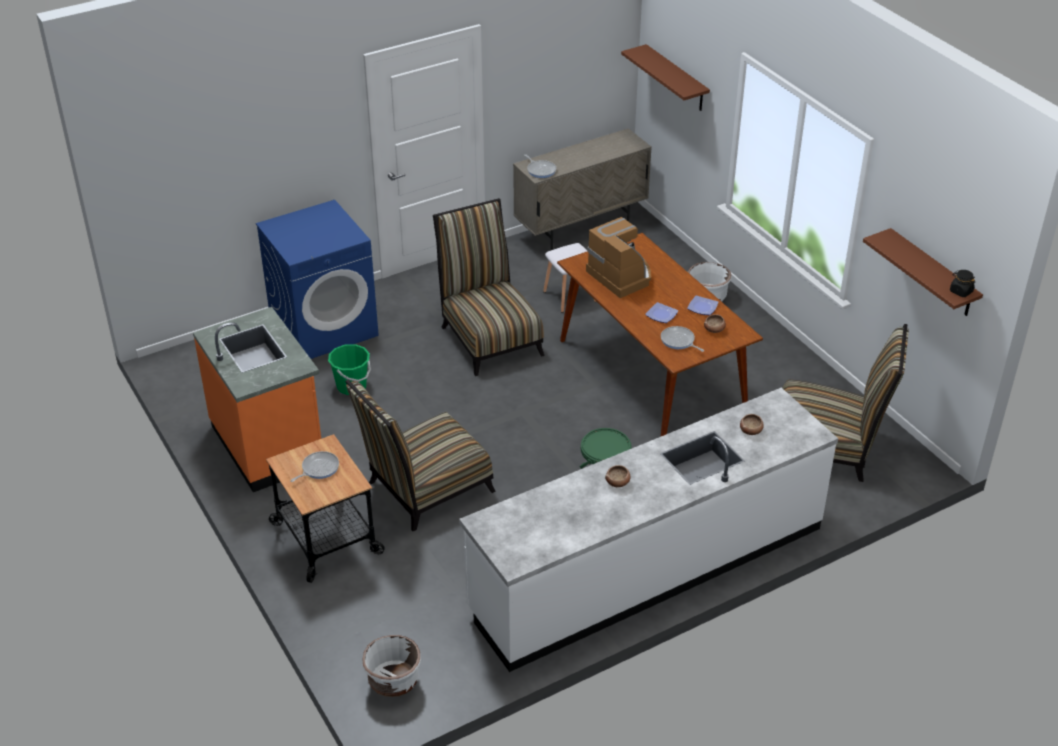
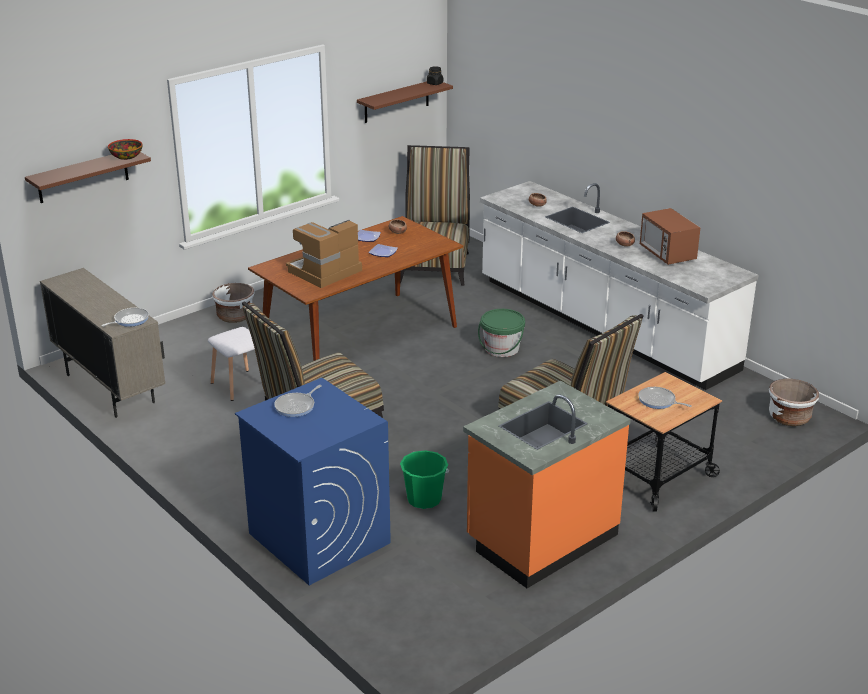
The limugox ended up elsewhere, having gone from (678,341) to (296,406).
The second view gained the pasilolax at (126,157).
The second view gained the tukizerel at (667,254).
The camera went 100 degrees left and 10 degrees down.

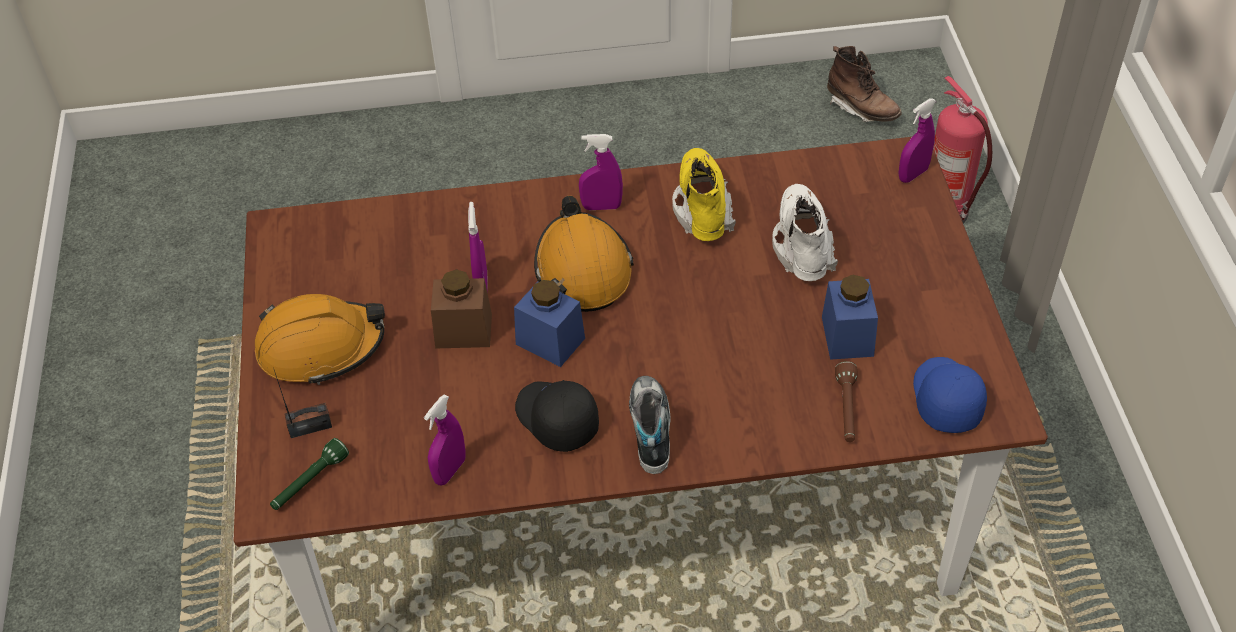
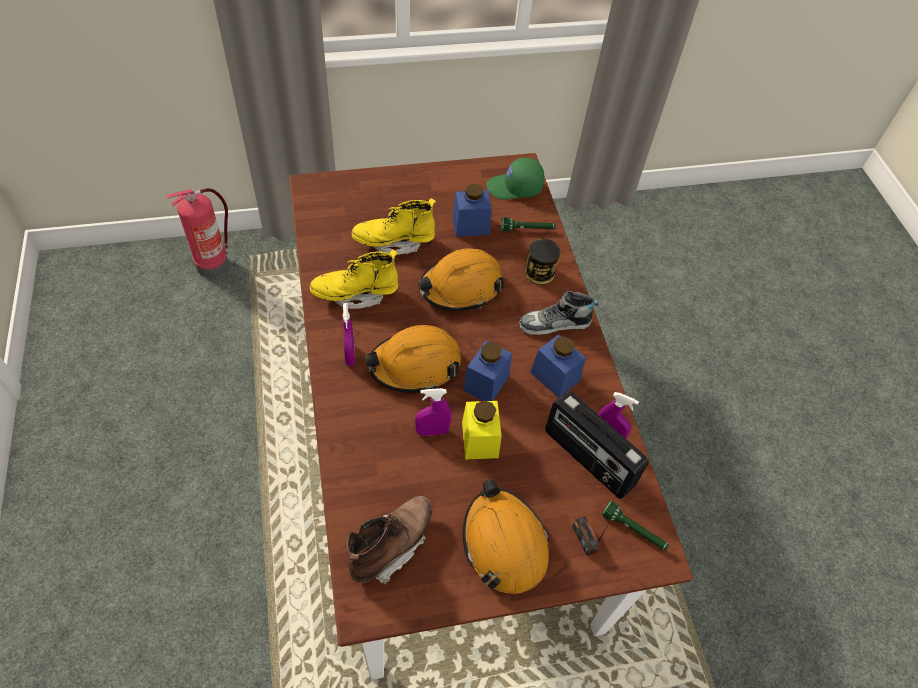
What was the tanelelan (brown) at (463,331) turned into the tanelelan (yellow) at (480,440).
Where the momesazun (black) stood at (555,420), the tanelelan (blue) came to stand at (555,376).
What was the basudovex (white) at (802,247) turned into the basudovex (yellow) at (394,242).
The basudovex (brown) ended up elsewhere, having gone from (861,109) to (391,545).
What was the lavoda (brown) at (846,409) turned into the lavoda (green) at (527,229).
The second view lost the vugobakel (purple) at (913,174).
What was the momesazun (blue) at (945,399) turned into the momesazun (green) at (514,188).
The second view gained the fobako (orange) at (461,287).
The second view gained the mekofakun at (539,272).
The second view gained the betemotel at (587,459).
The camera went 100 degrees left and 5 degrees up.

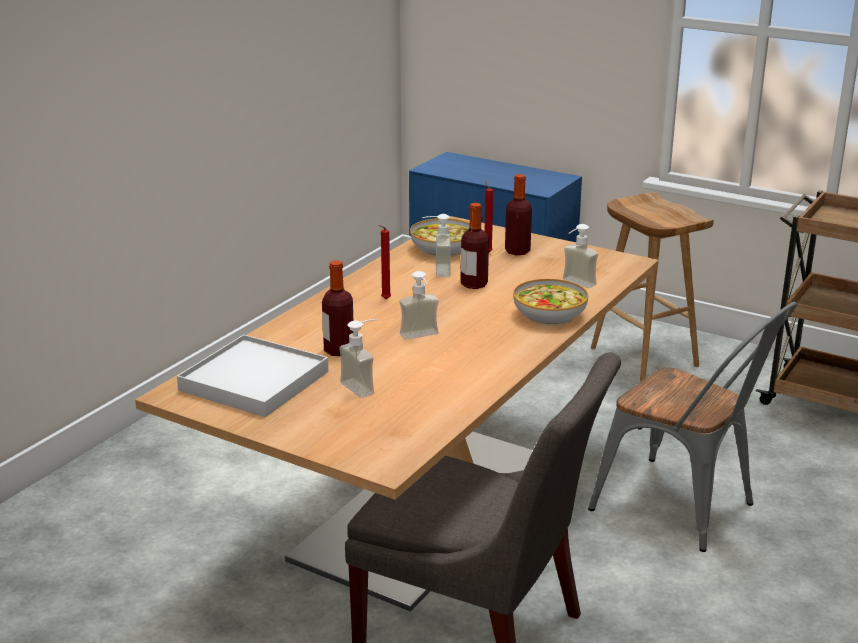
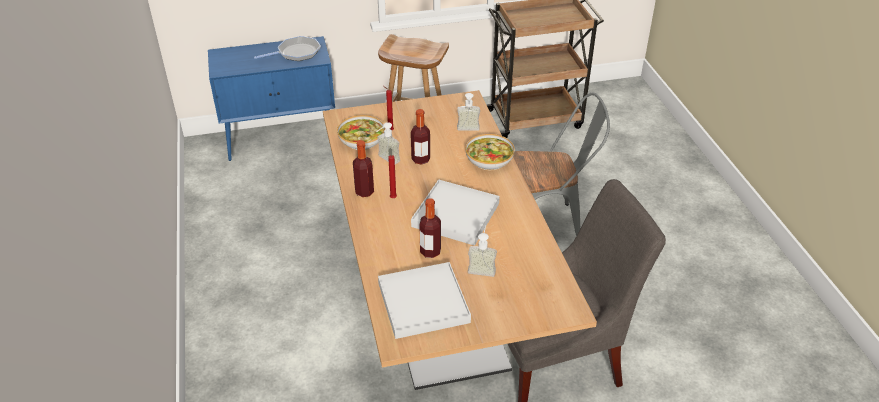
Where the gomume stood at (422,337), the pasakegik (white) came to stand at (455,215).
The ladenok ended up elsewhere, having gone from (517,251) to (364,192).
The second view gained the limugox at (296,53).
The camera went 45 degrees left and 15 degrees up.

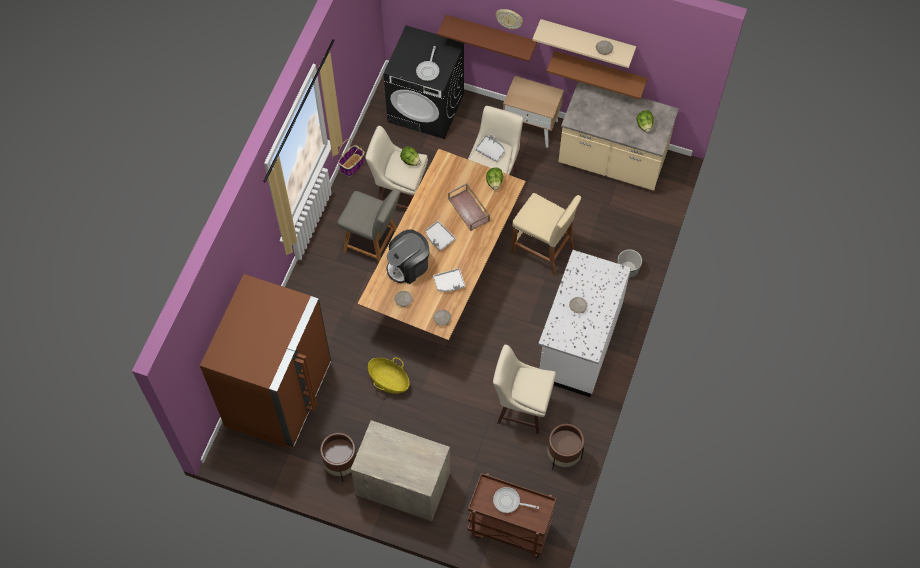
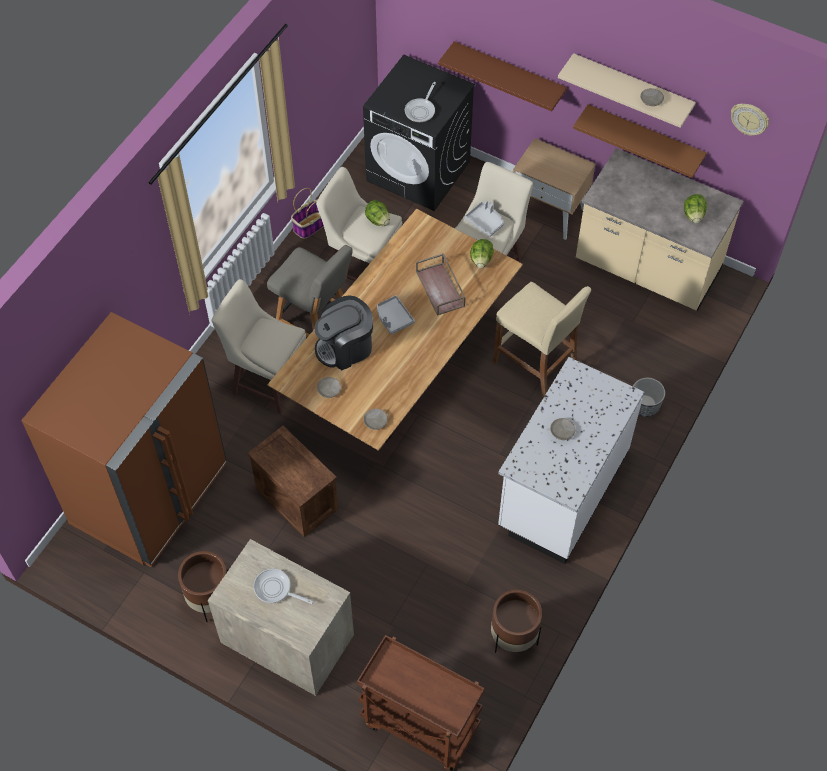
Where the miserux stood at (389,380), the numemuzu came to stand at (298,499).
The second view lost the pasakegik (white) at (449,283).
The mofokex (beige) ended up elsewhere, having gone from (521,408) to (267,381).
The limugox ended up elsewhere, having gone from (509,502) to (275,589).
The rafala ended up elsewhere, having gone from (509,18) to (749,119).
The camera went 10 degrees right and 5 degrees down.

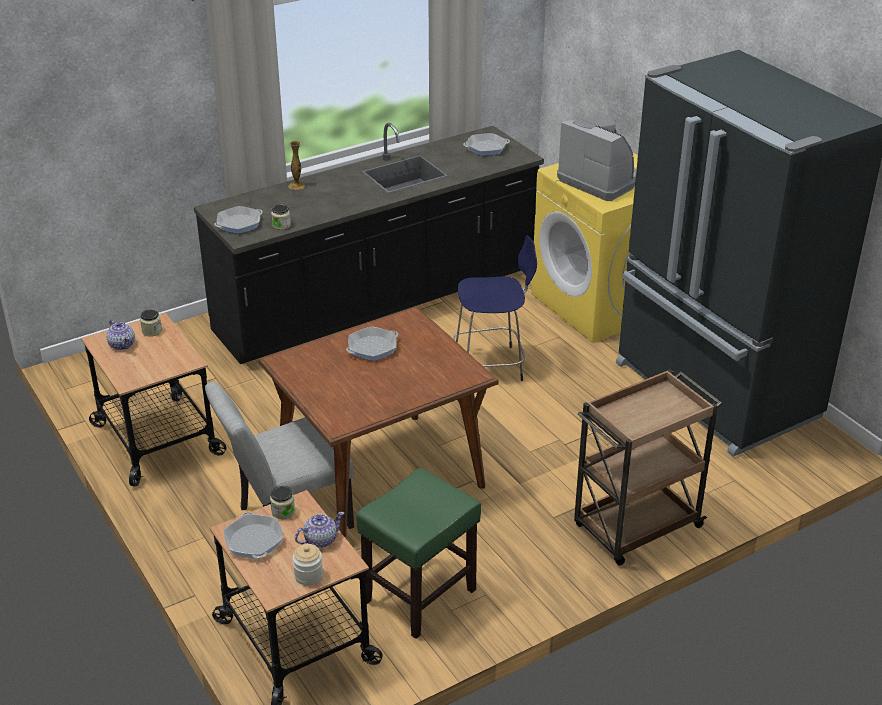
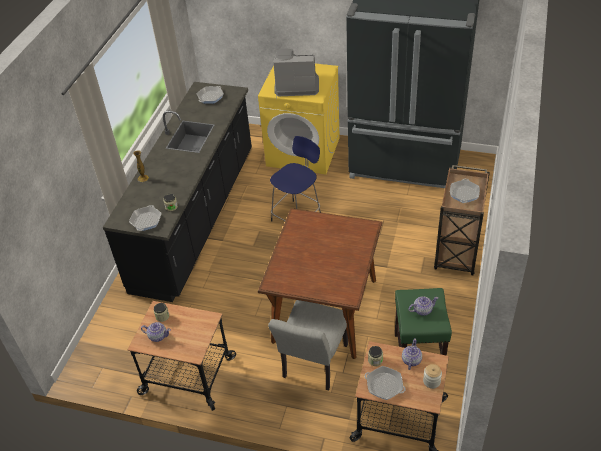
The limugox ended up elsewhere, having gone from (372,348) to (464,193).
The second view gained the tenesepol at (422,310).
The camera went 40 degrees left and 10 degrees up.

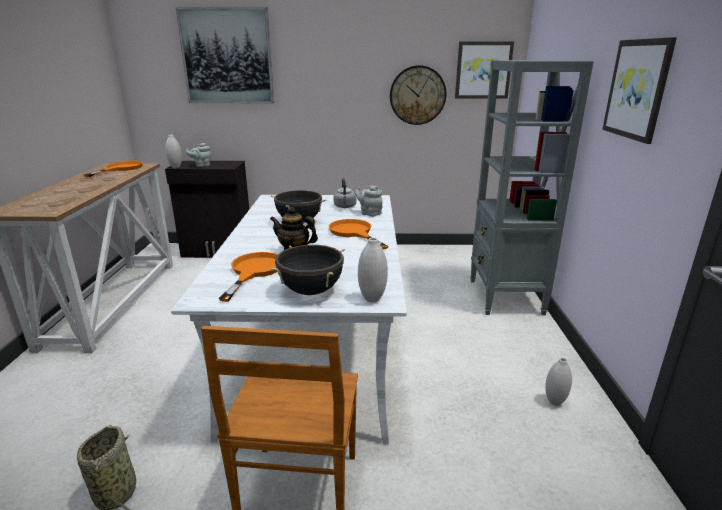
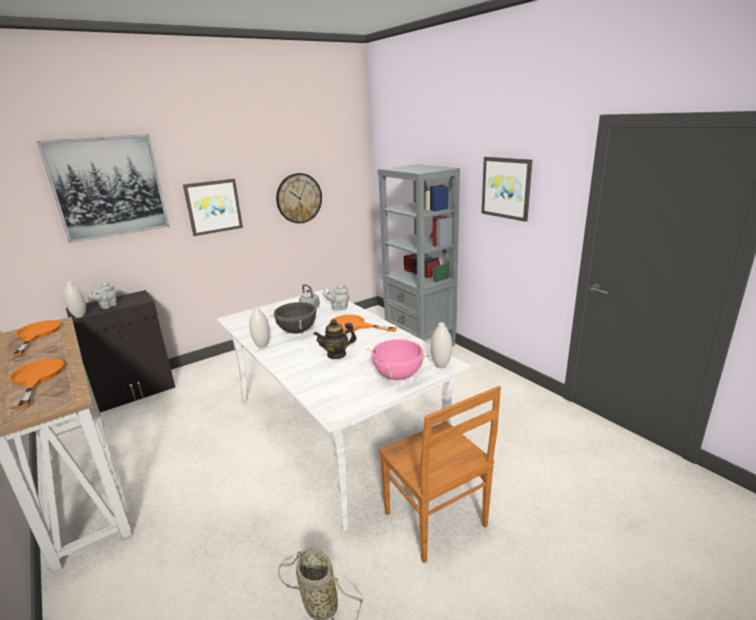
The limugox (orange) ended up elsewhere, having gone from (253,271) to (36,378).
What was the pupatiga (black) at (311,291) turned into the pupatiga (pink) at (398,376).
The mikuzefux ended up elsewhere, having gone from (483,70) to (213,206).
The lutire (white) ended up elsewhere, having gone from (554,402) to (262,346).
The camera went 35 degrees left and 0 degrees up.

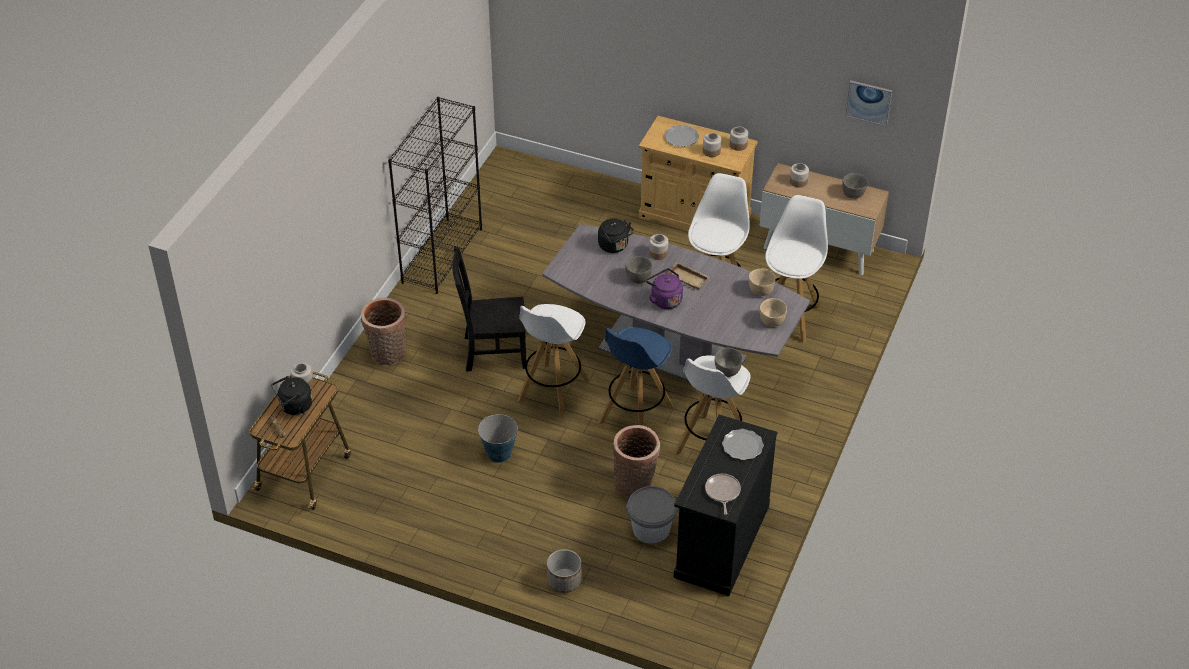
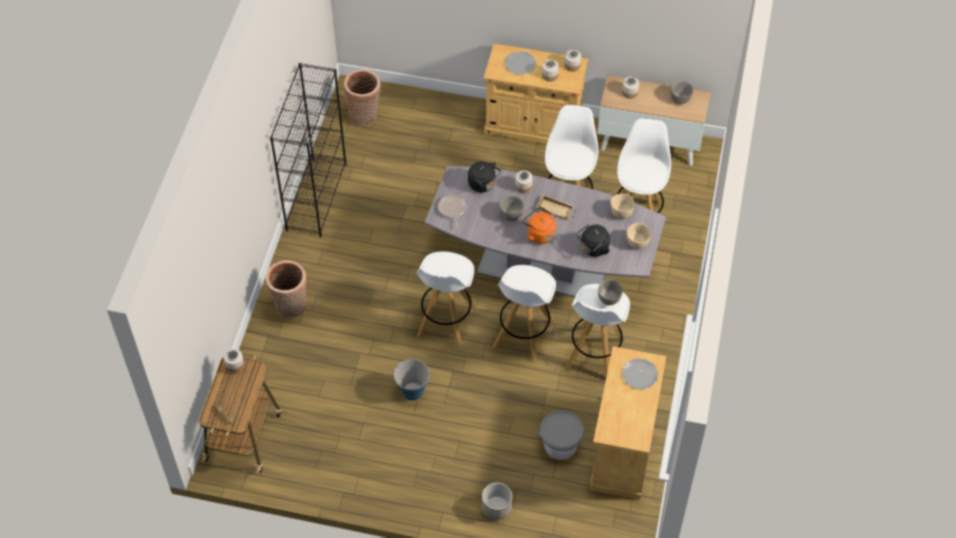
The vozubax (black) ended up elsewhere, having gone from (294,407) to (593,249).
The second view lost the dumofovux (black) at (492,352).
What was the mofokex (blue) at (635,415) turned into the mofokex (white) at (523,335).
The miserux ended up elsewhere, having gone from (635,485) to (365,116).
What was the vozubax (purple) at (664,300) turned into the vozubax (orange) at (539,234).
What was the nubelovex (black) at (721,541) turned into the nubelovex (beige) at (623,448).
The limugox ended up elsewhere, having gone from (722,492) to (452,209).
The second view lost the mikuzefux at (869,102).
The camera went 10 degrees left and 10 degrees up.

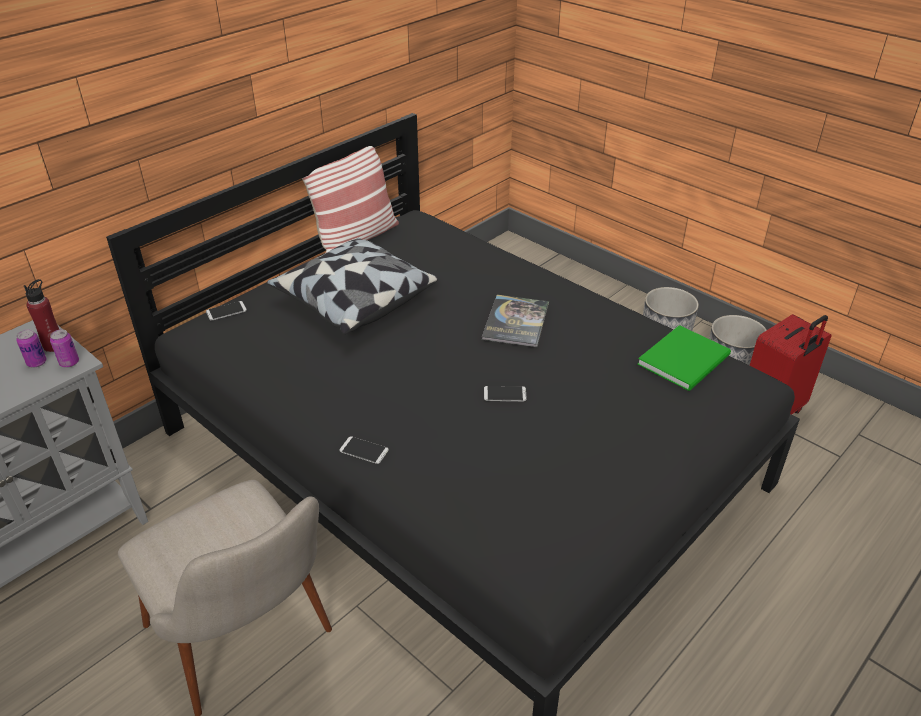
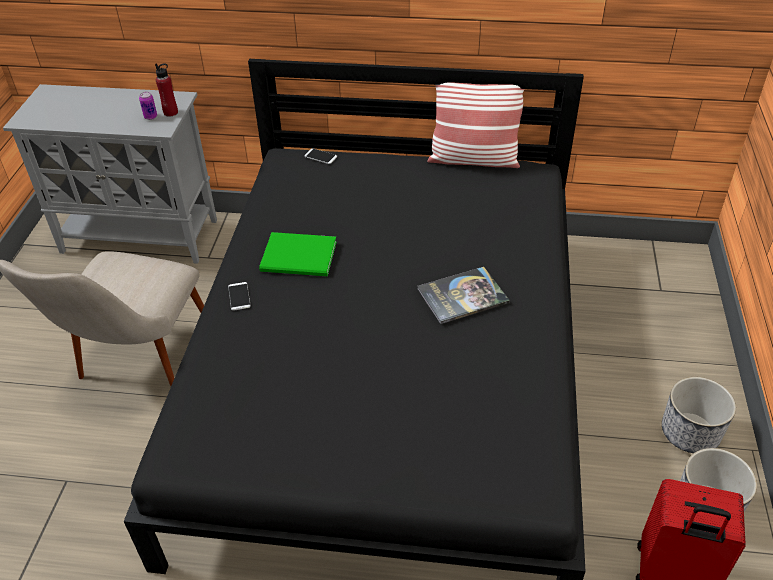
The second view lost the mekofakun at (69,363).
The second view lost the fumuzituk at (353,301).
The second view lost the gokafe at (505,394).
The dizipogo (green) ended up elsewhere, having gone from (686,359) to (300,258).
The camera went 55 degrees right and 5 degrees up.

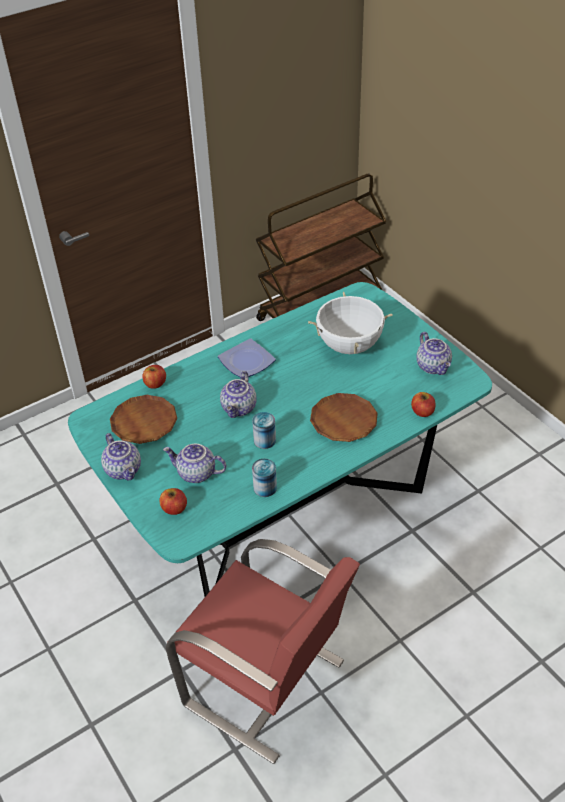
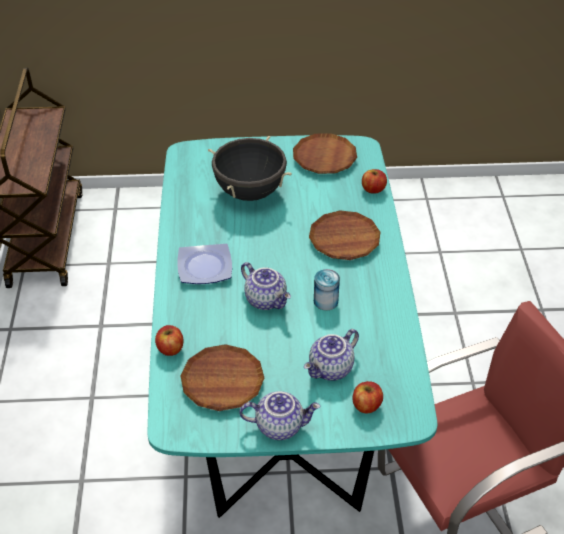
The second view lost the mekofakun at (265,488).
What was the pupatiga (white) at (349,346) turned into the pupatiga (black) at (250,192).
Where the tenesepol stood at (434,366), the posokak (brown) came to stand at (324,158).
The camera went 60 degrees left and 0 degrees up.

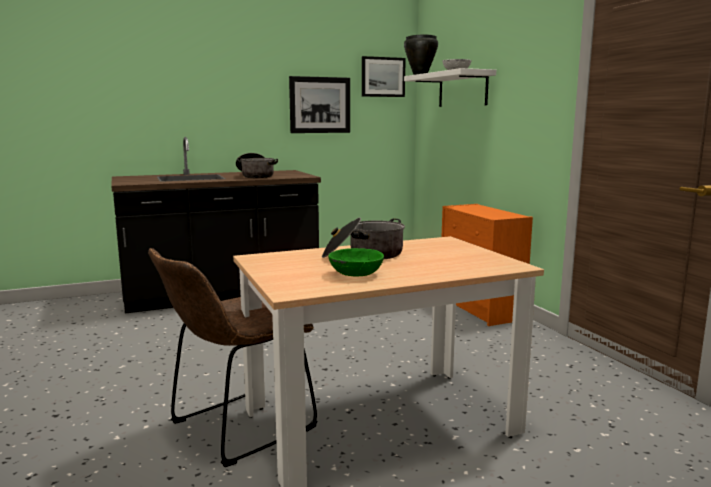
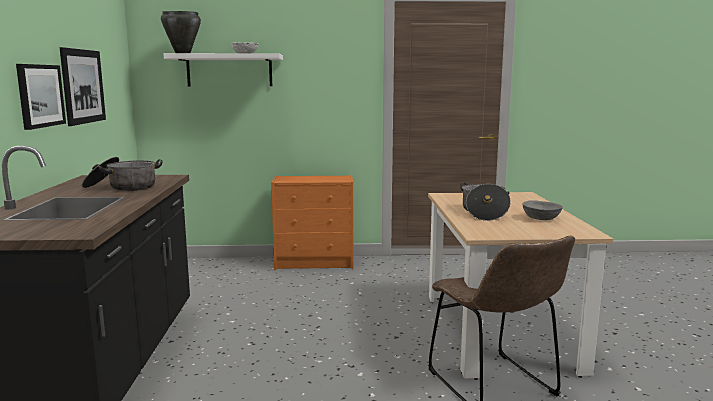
What was the pasilolax (green) at (355,274) turned into the pasilolax (grey) at (540,218).
The mikuzefux ended up elsewhere, having gone from (383,77) to (40,95).
The camera went 70 degrees left and 0 degrees up.

